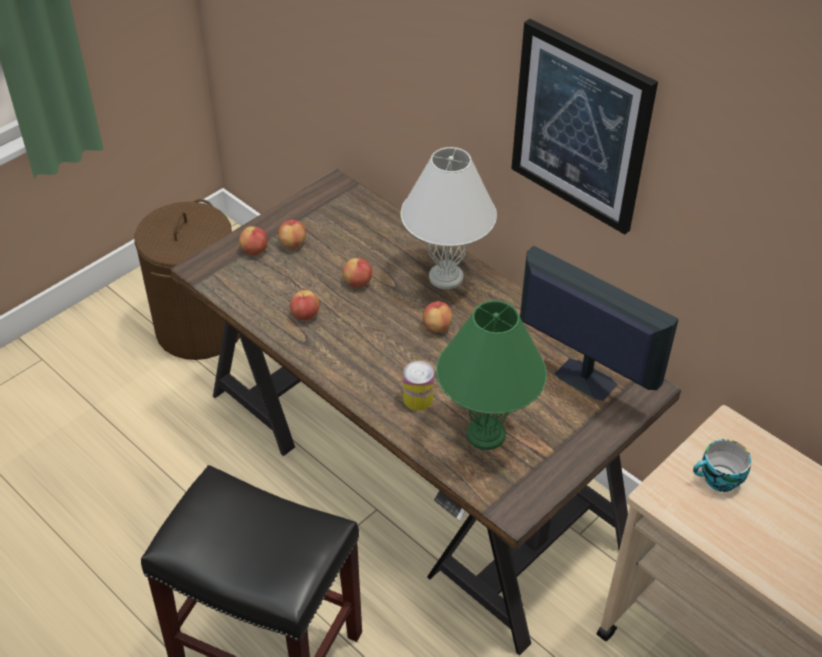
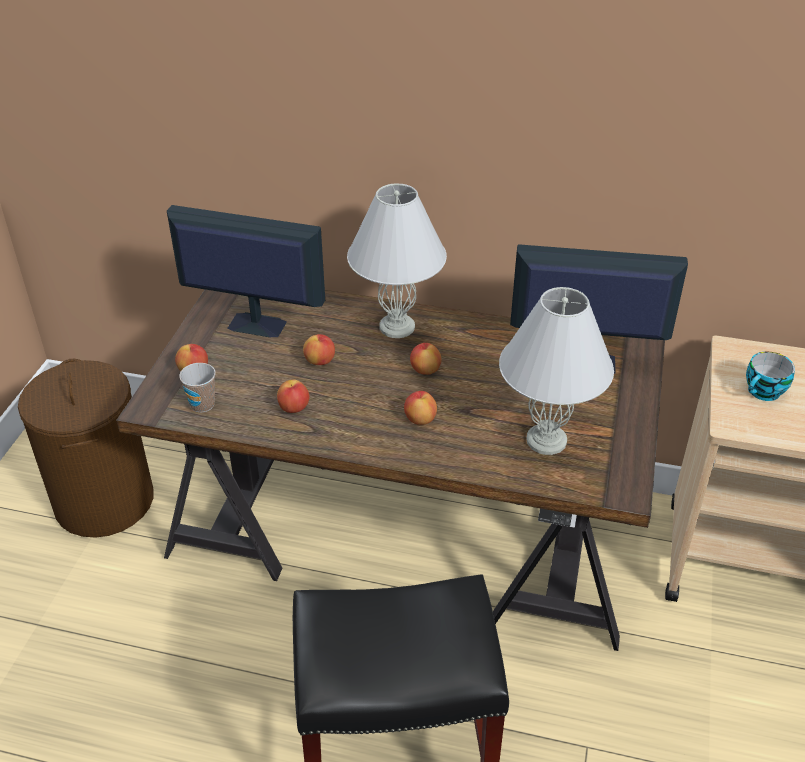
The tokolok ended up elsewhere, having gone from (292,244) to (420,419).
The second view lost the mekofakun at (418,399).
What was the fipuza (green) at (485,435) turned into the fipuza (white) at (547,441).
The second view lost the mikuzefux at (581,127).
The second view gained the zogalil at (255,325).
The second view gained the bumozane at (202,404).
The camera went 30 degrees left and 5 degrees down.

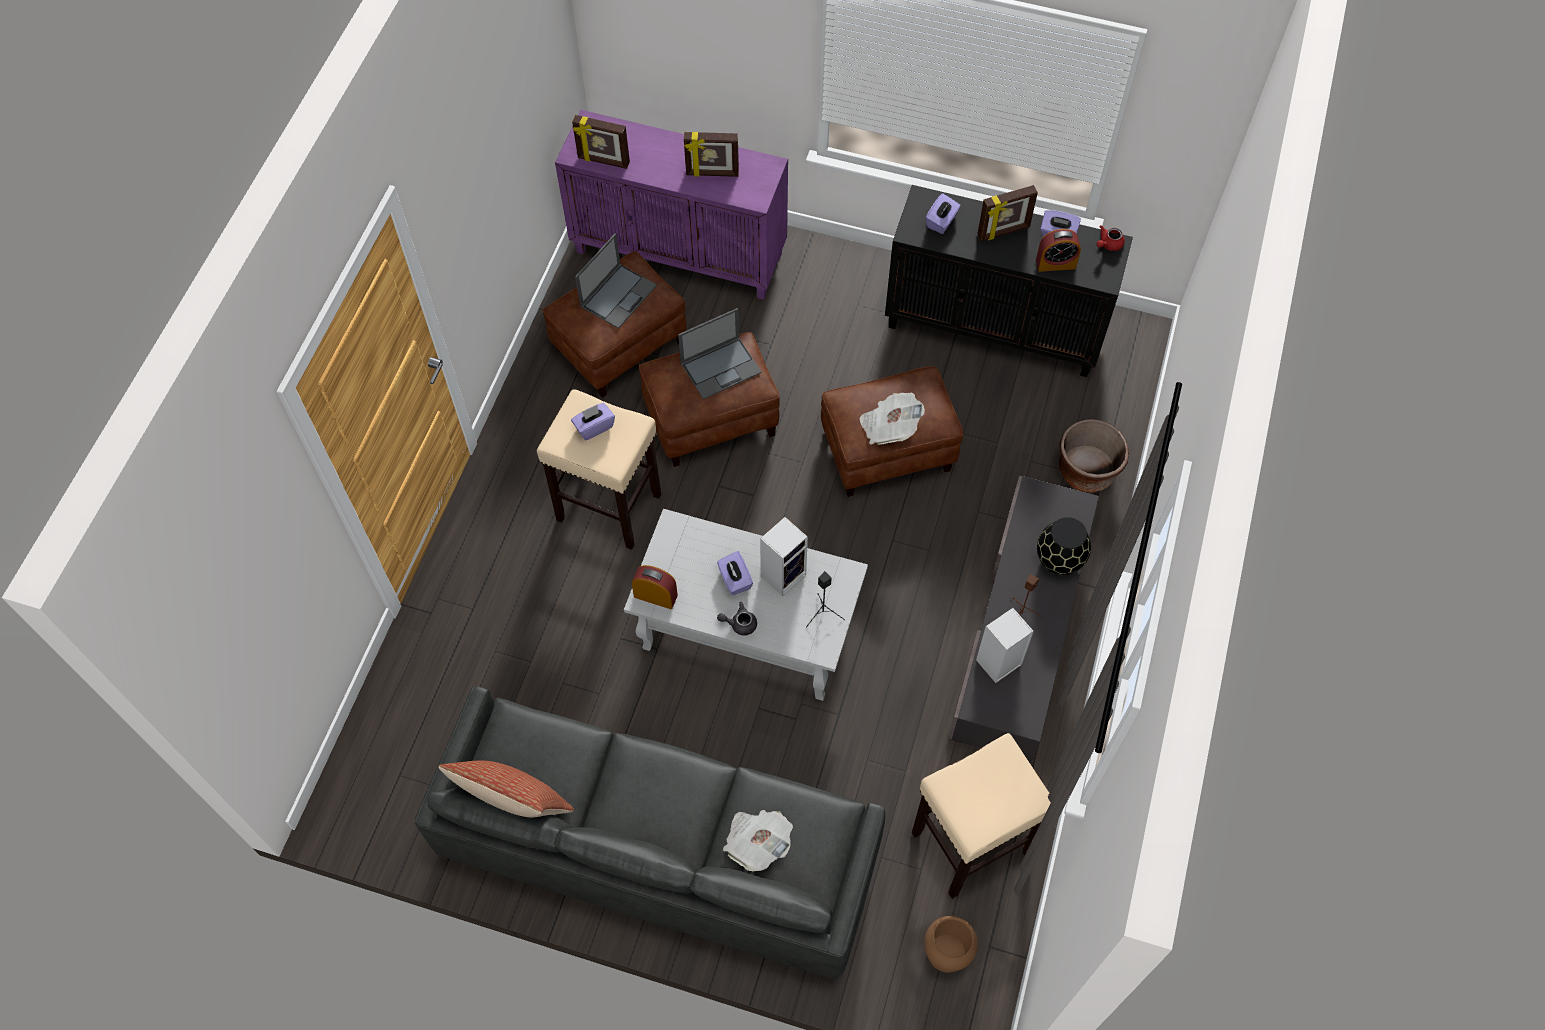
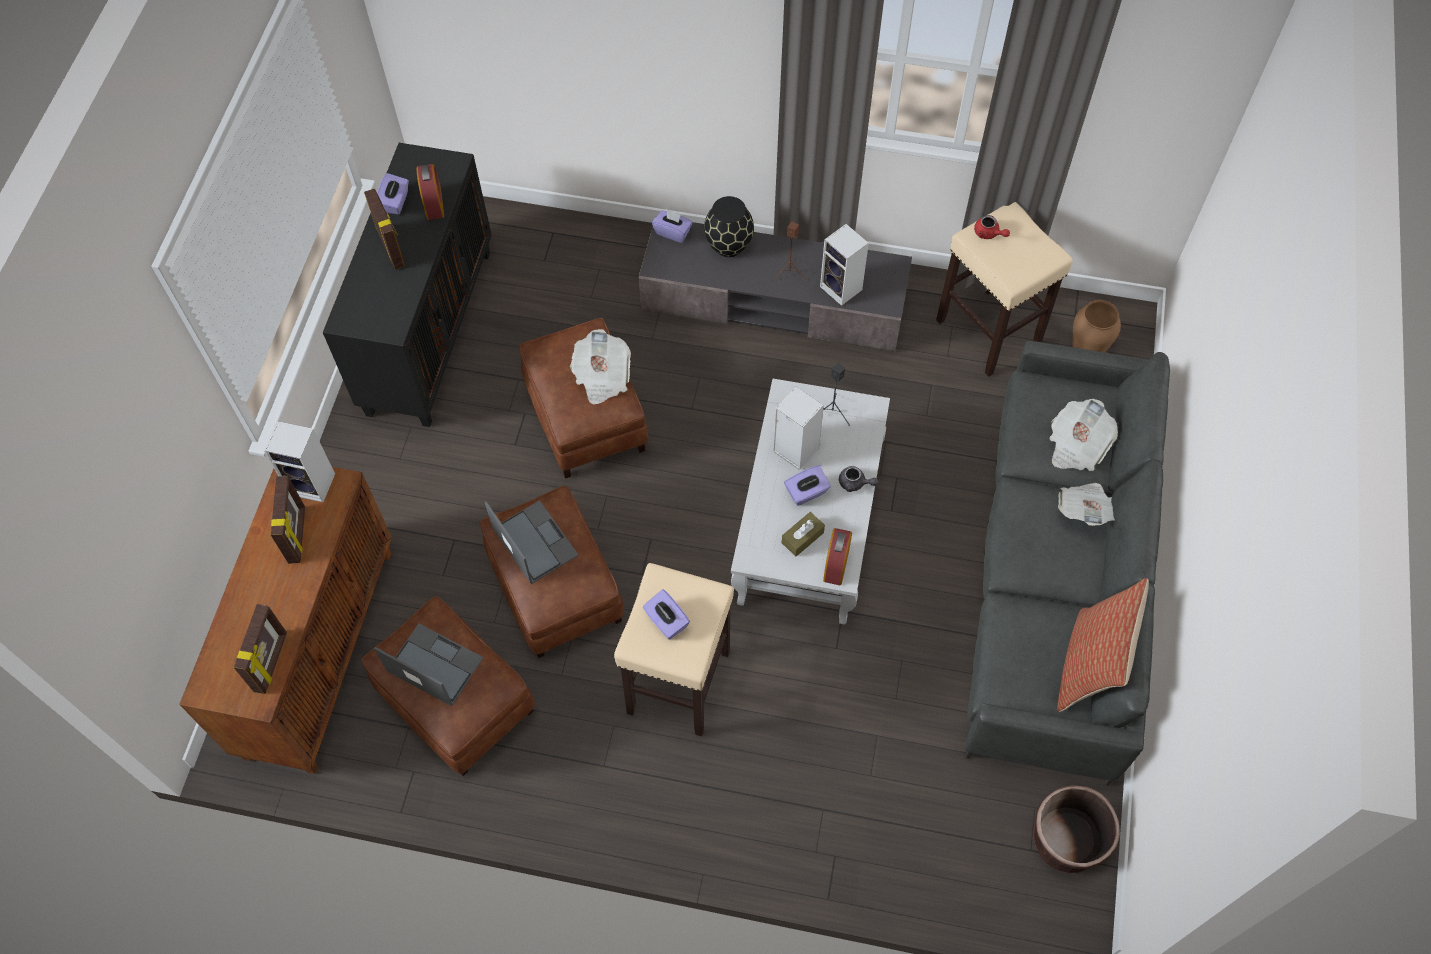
What was the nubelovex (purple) at (681,252) turned into the nubelovex (brown) at (319,650).
The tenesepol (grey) at (739,623) ended up facing another way, 60 degrees counterclockwise from before.
The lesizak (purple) ended up elsewhere, having gone from (941,221) to (673,232).
The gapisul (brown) ended up elsewhere, having gone from (1086,471) to (1066,840).
The tenesepol (red) ended up elsewhere, having gone from (1108,244) to (989,234).
The second view gained the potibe at (314,483).
The second view gained the lesizak (brown) at (802,538).
The second view gained the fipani at (1085,511).
The camera went 95 degrees left and 0 degrees up.

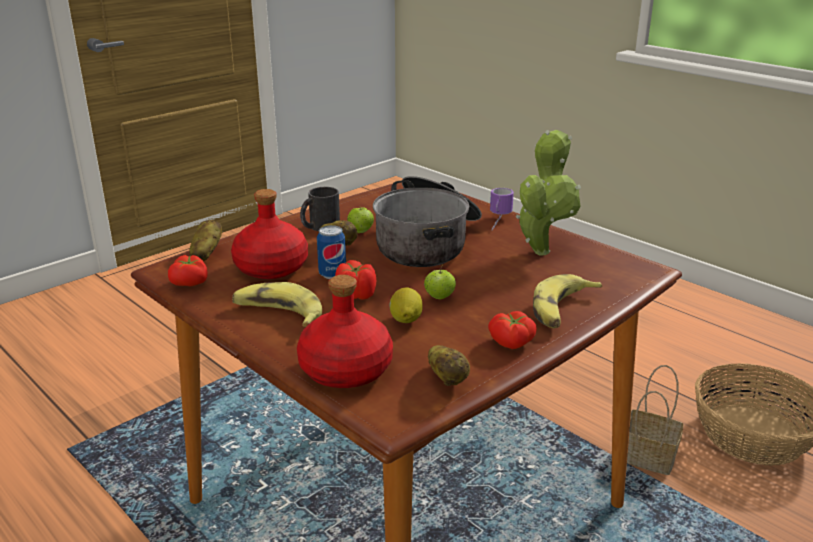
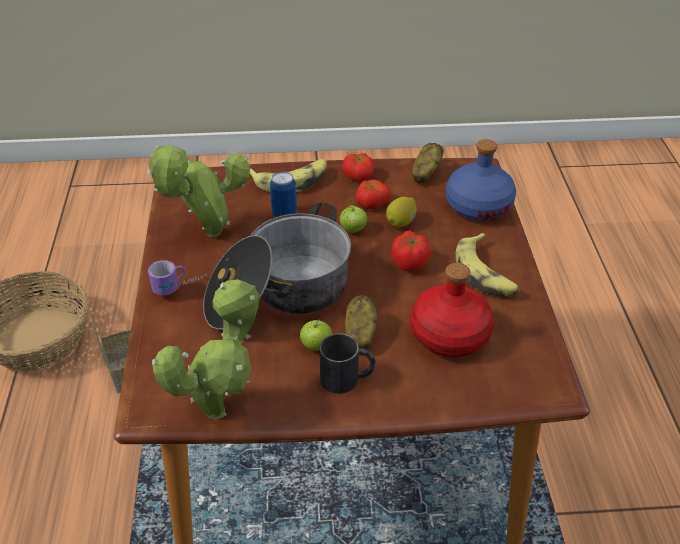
The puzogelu ended up elsewhere, having gone from (191,283) to (371,203).
The second view lost the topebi at (206,254).
What was the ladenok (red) at (347,370) turned into the ladenok (blue) at (478,205).
The mekofakun ended up elsewhere, having gone from (332,274) to (284,214).
The second view gained the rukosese at (221,407).
The camera went 140 degrees left and 15 degrees up.

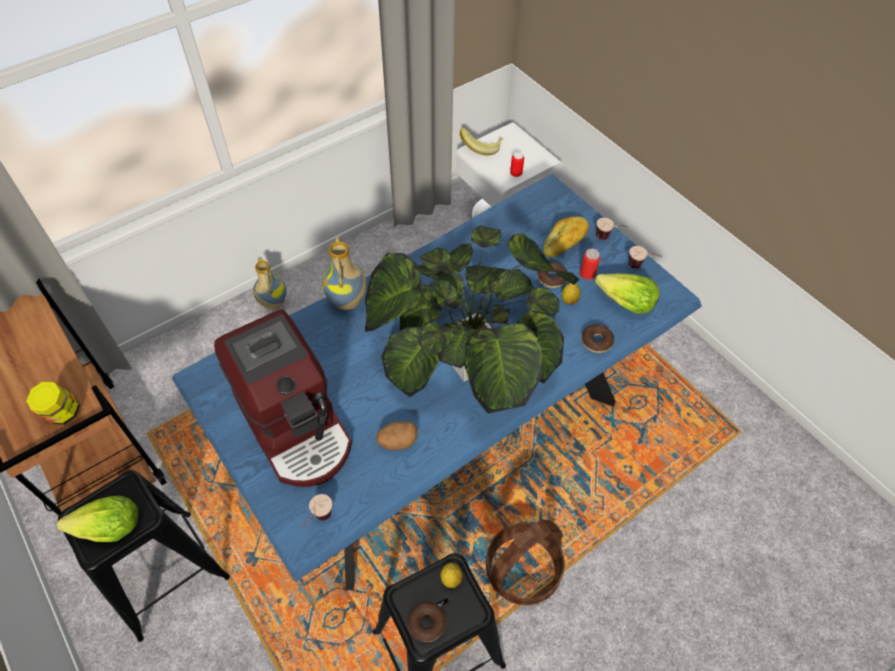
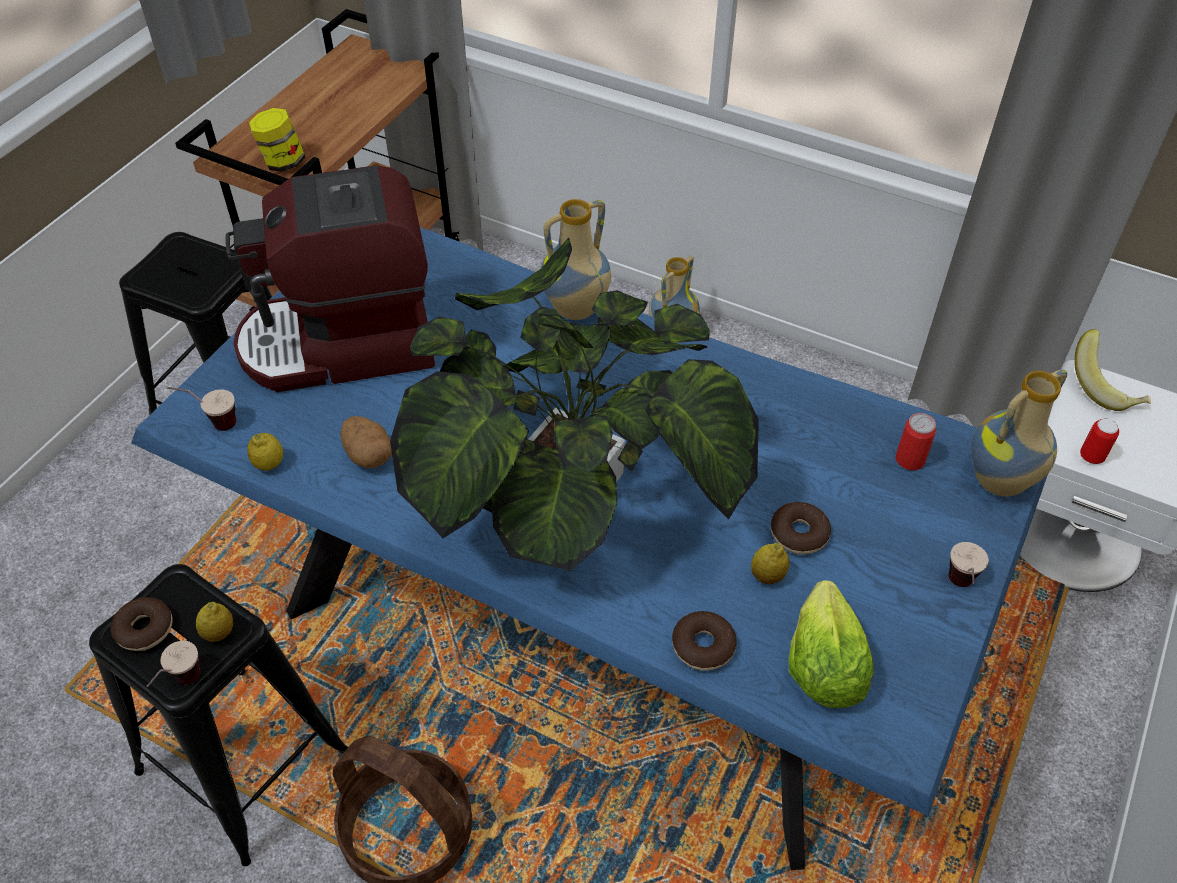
The second view lost the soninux at (109,528).
The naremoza at (297,426) ended up facing another way, 45 degrees clockwise from before.
The second view lost the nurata at (565,242).
The mekofakun ended up elsewhere, having gone from (587,274) to (910,459).
The bumozane ended up elsewhere, having gone from (640,268) to (181,687).
The second view gained the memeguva at (269,464).
The second view gained the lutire at (1000,482).
The camera went 65 degrees right and 5 degrees down.

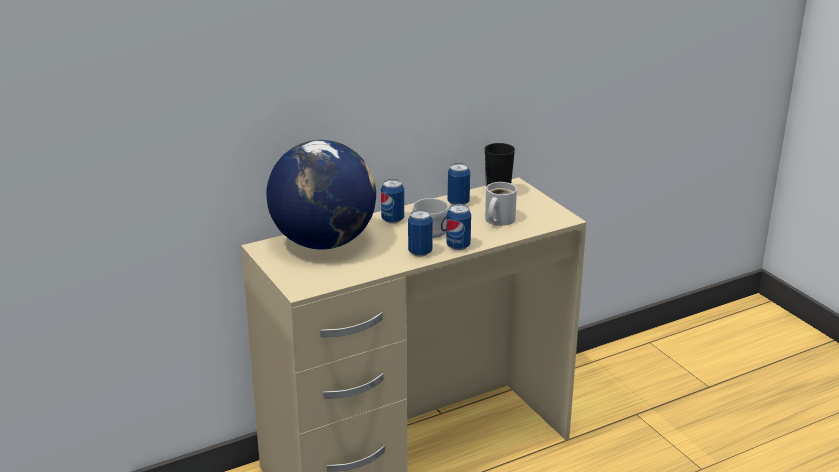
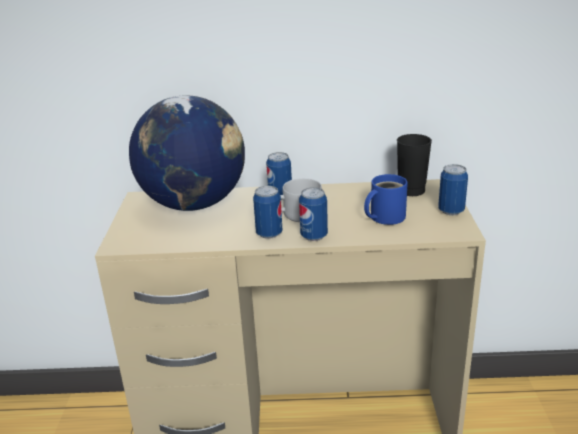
The mekofakun ended up elsewhere, having gone from (458,203) to (451,211).
What was the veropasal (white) at (497,220) turned into the veropasal (blue) at (384,217).
The camera went 30 degrees right and 0 degrees up.

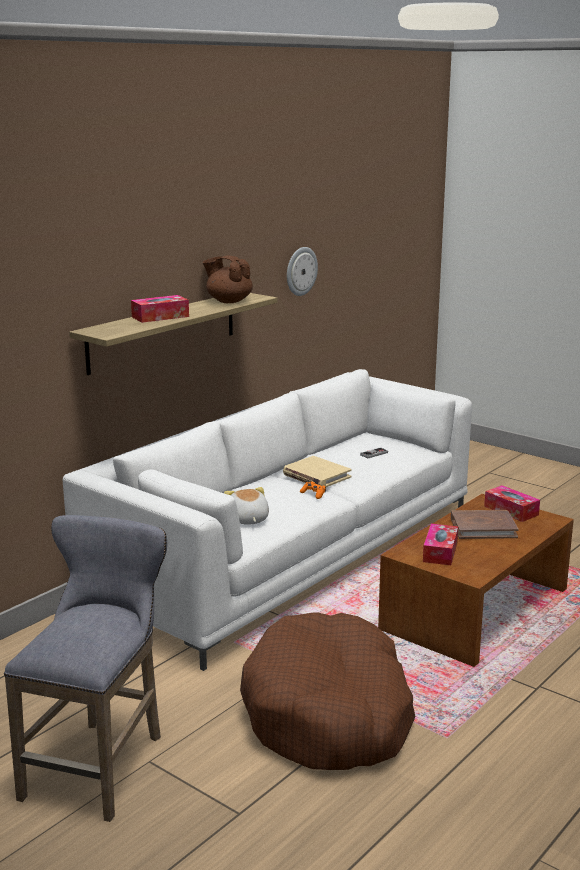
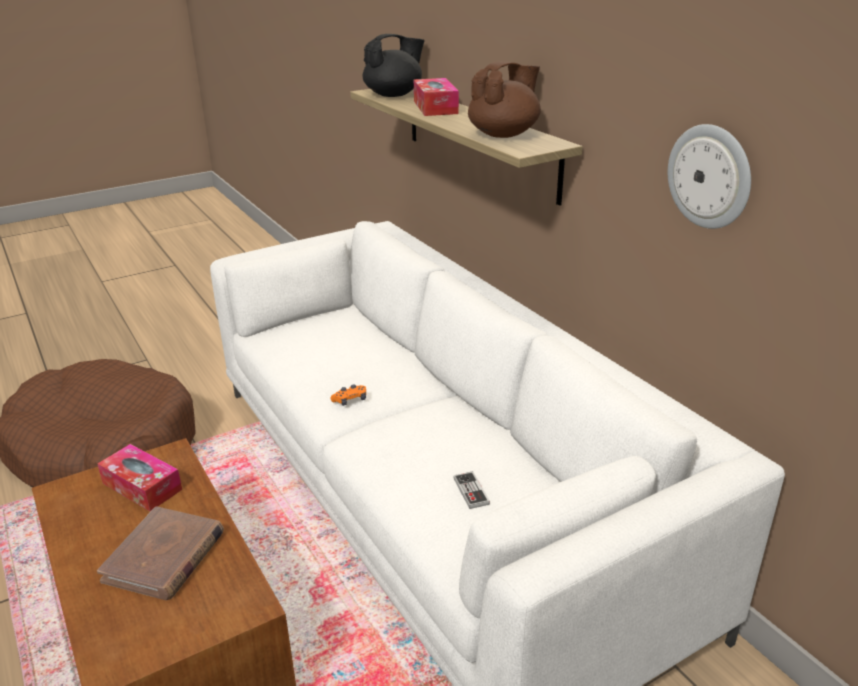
The second view lost the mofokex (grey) at (100,763).
The second view lost the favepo at (247,519).
The second view lost the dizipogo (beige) at (316,476).
The second view lost the lesizak at (511,510).
The second view gained the tenesepol (black) at (394,95).
The camera went 110 degrees right and 10 degrees up.

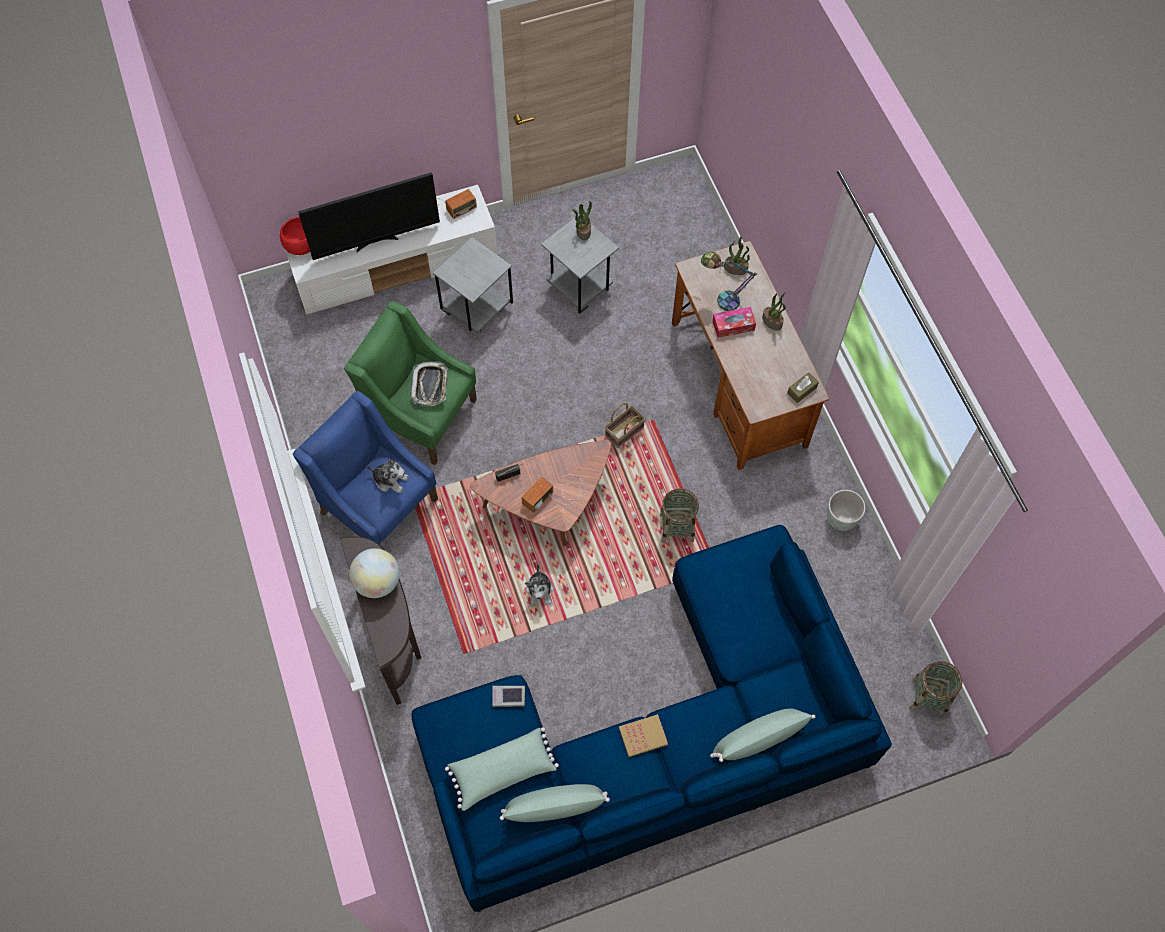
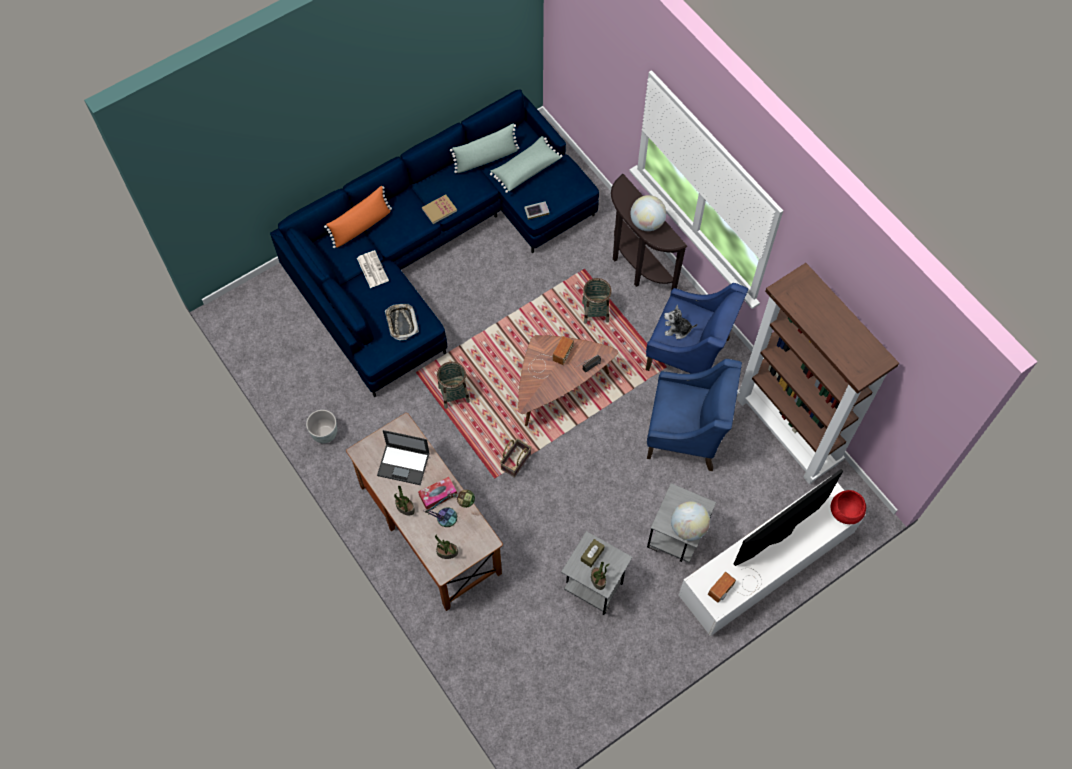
What was the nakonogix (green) at (421,415) turned into the nakonogix (blue) at (686,433).
The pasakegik ended up elsewhere, having gone from (430,386) to (401,323).
The second view lost the favepo at (540,591).
What was the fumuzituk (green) at (758,739) turned into the fumuzituk (orange) at (361,226).
The lesizak (brown) ended up elsewhere, having gone from (802,390) to (592,554).
The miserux ended up elsewhere, having gone from (928,697) to (595,312).
The second view gained the fipani at (372,269).
The second view gained the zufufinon at (404,464).
The second view gained the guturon at (688,527).
The second view gained the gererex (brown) at (788,431).
The camera went 165 degrees right and 0 degrees up.

